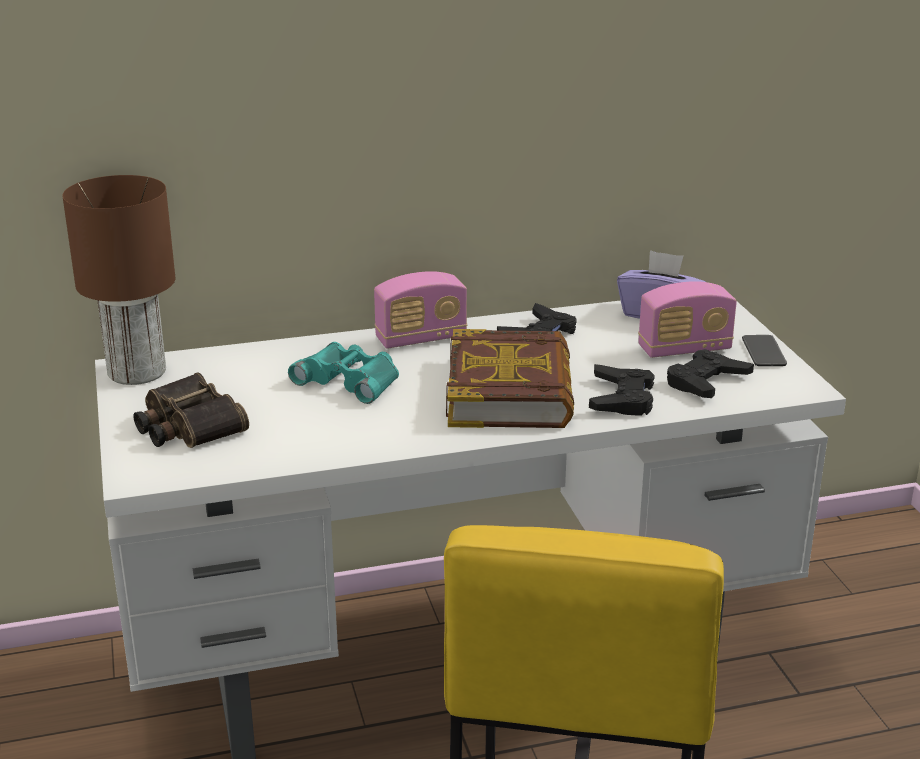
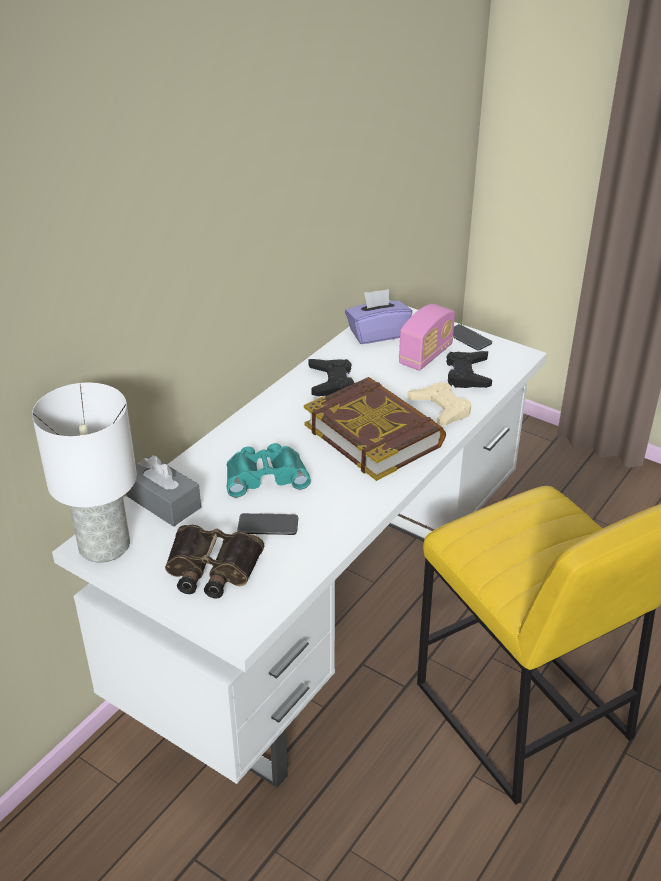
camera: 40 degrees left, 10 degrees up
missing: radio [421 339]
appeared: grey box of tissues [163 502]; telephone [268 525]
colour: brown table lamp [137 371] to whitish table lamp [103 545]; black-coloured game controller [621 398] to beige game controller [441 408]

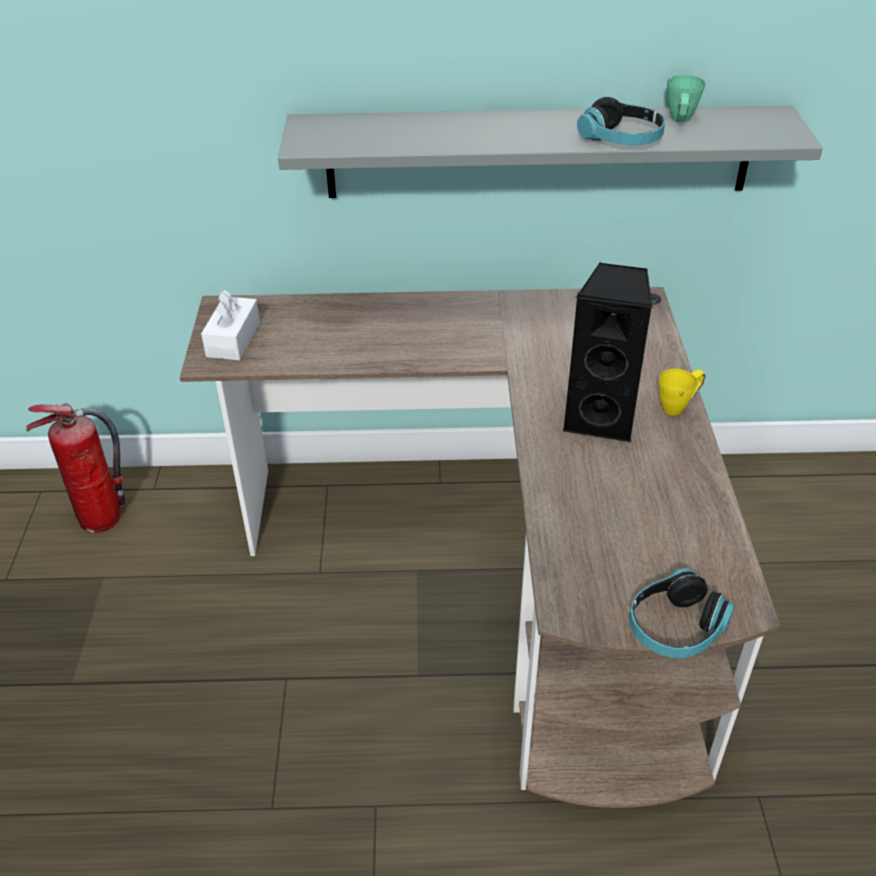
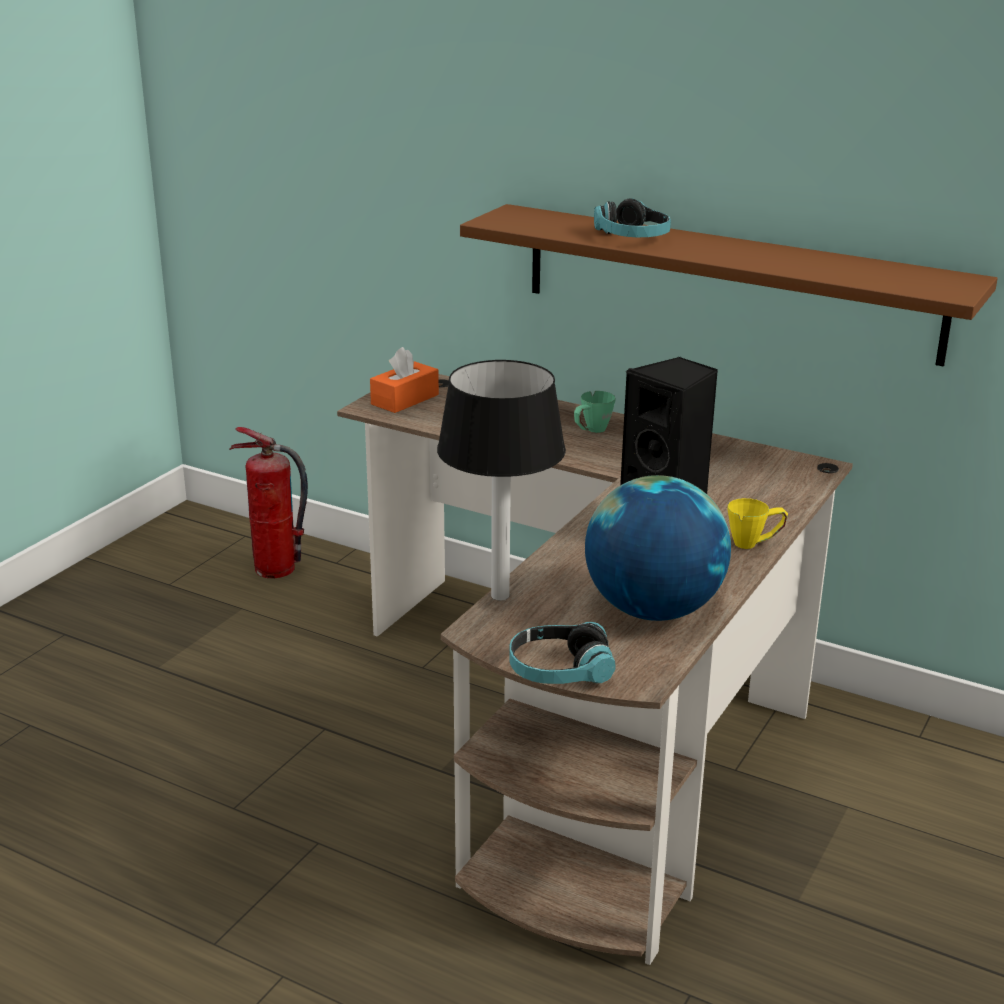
camera: 30 degrees right, 15 degrees down
appeared: table lamp [498 596]; globe [652 610]
relocated: headset [621 139] to [632 237]; green-coloured tea mug [680 122] to [591 432]
colour: whitish box of tissues [233 339] to orangey box of tissues [405 399]; grey wall shelf [538 152] to brown wall shelf [728 282]

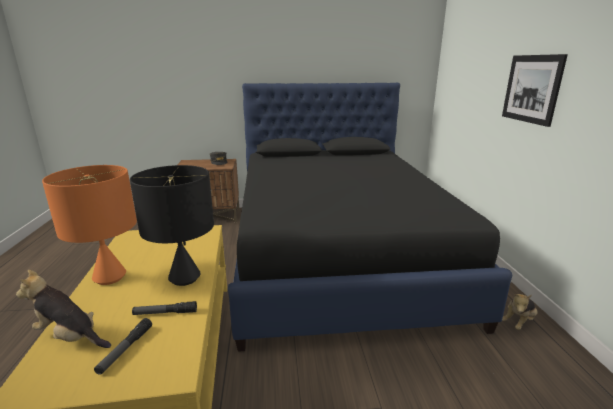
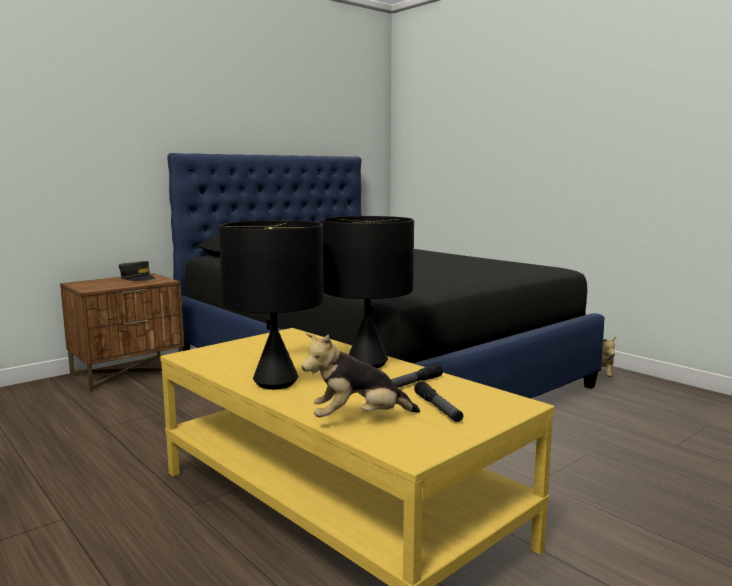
camera: 35 degrees left, 10 degrees down
missing: picture [531 89]
colour: orangey table lamp [110 278] to black-coloured table lamp [276 383]

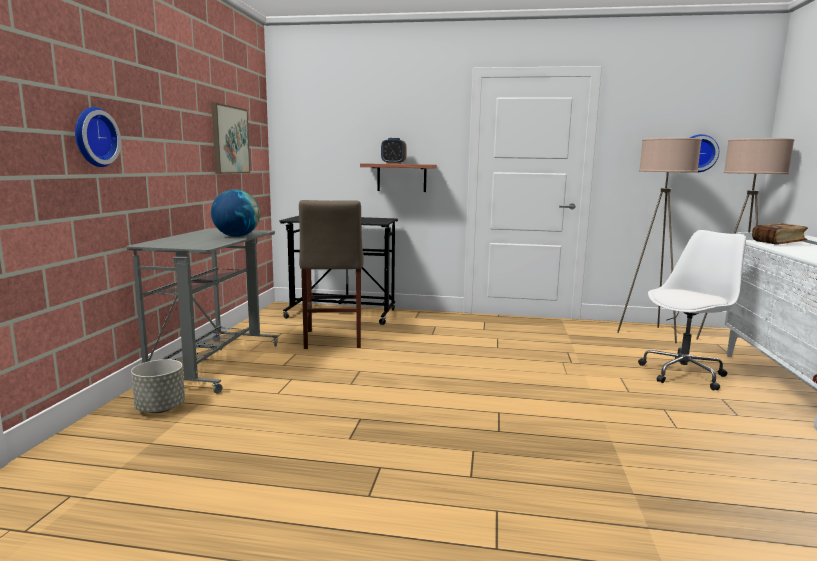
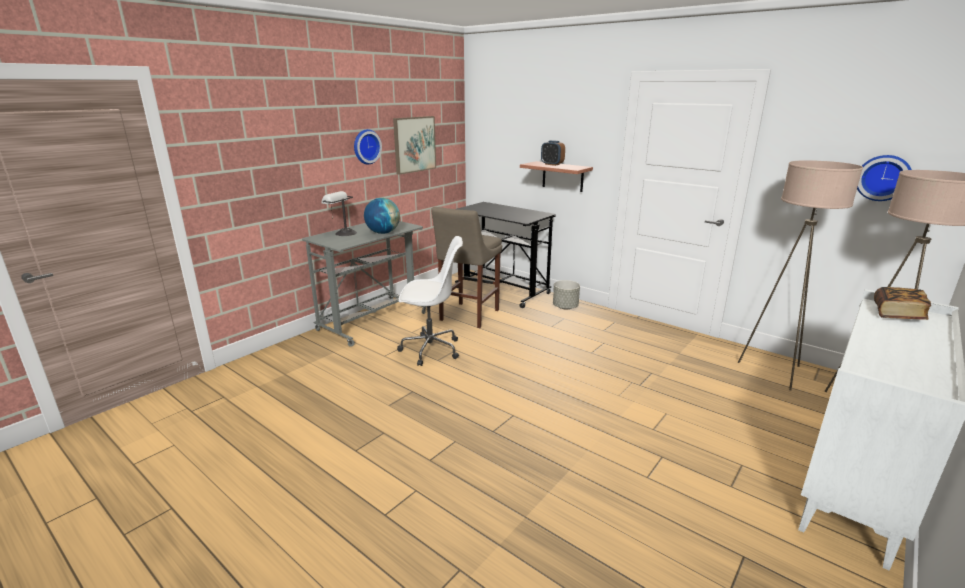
camera: 30 degrees right, 10 degrees up
appeared: table lamp [342 232]
relocated: wall clock [93 137] to [366 146]; grey flower pot [160 408] to [565 307]; whitish office chair [683 374] to [432 350]

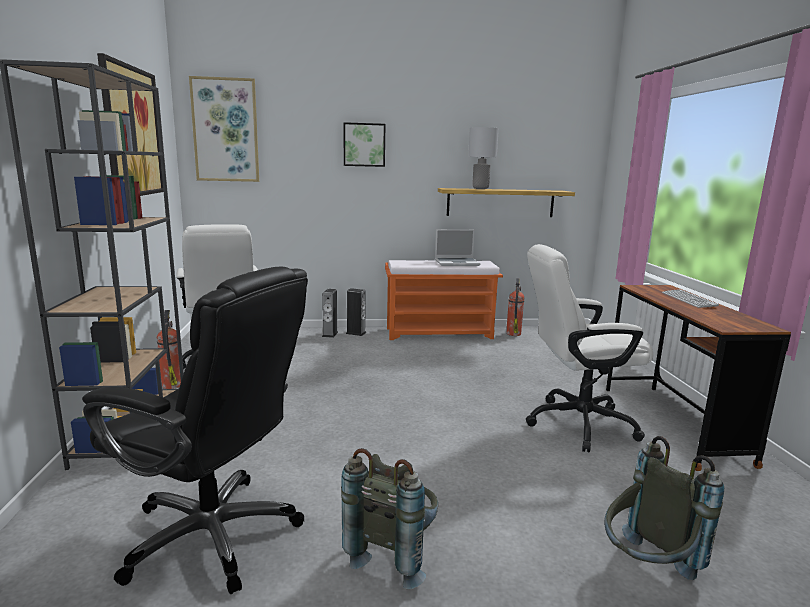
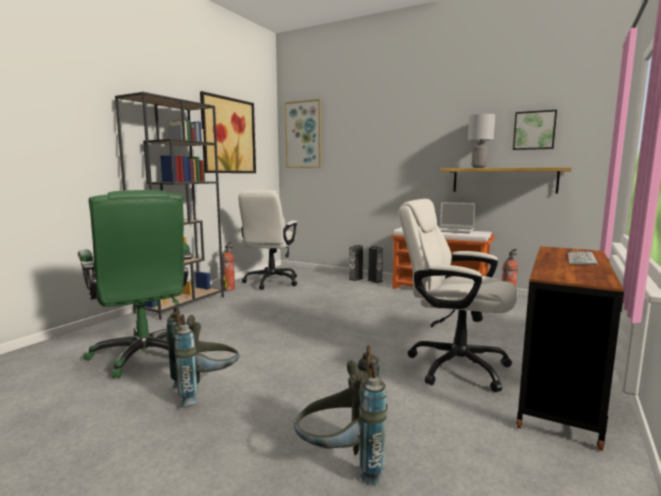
camera: 35 degrees right, 5 degrees down
relocated: picture [364 145] to [534 130]
colour: black-coloured office chair [213 533] to green-coloured office chair [144 353]

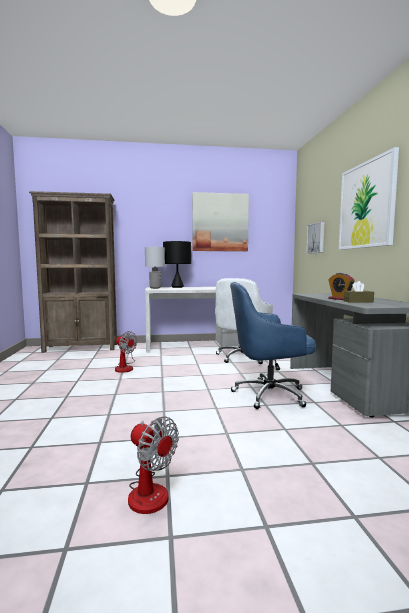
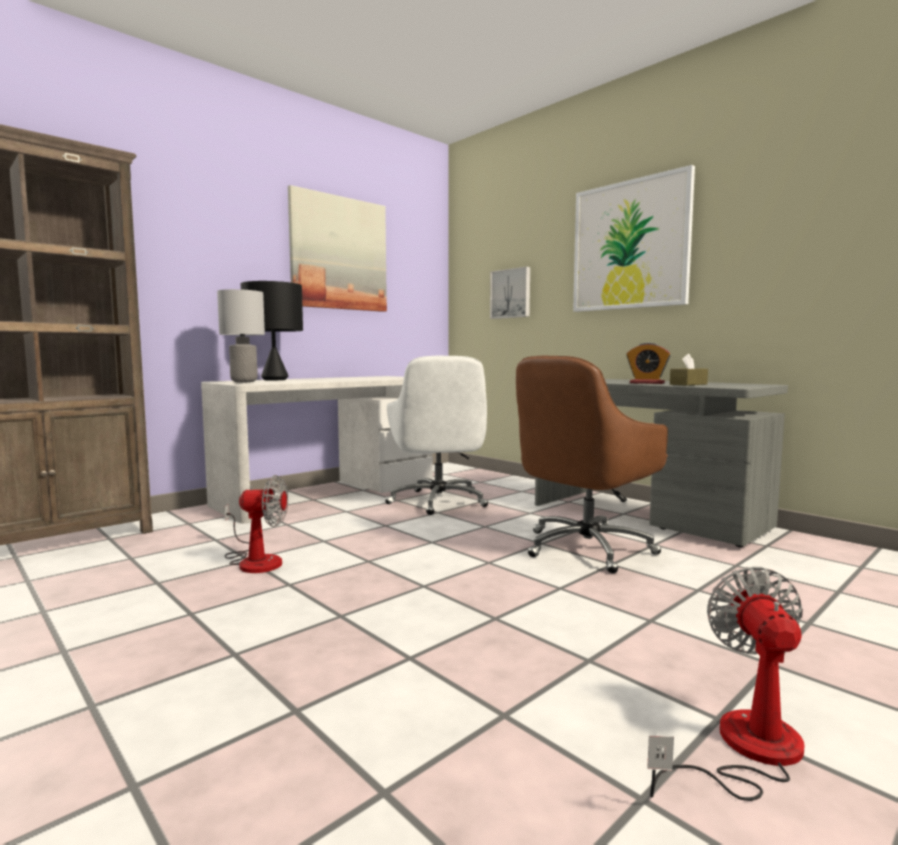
camera: 35 degrees left, 0 degrees up
colour: blue office chair [269 394] to brown office chair [585 548]
spun: fan [151 489] = [744 750] 90 degrees counterclockwise

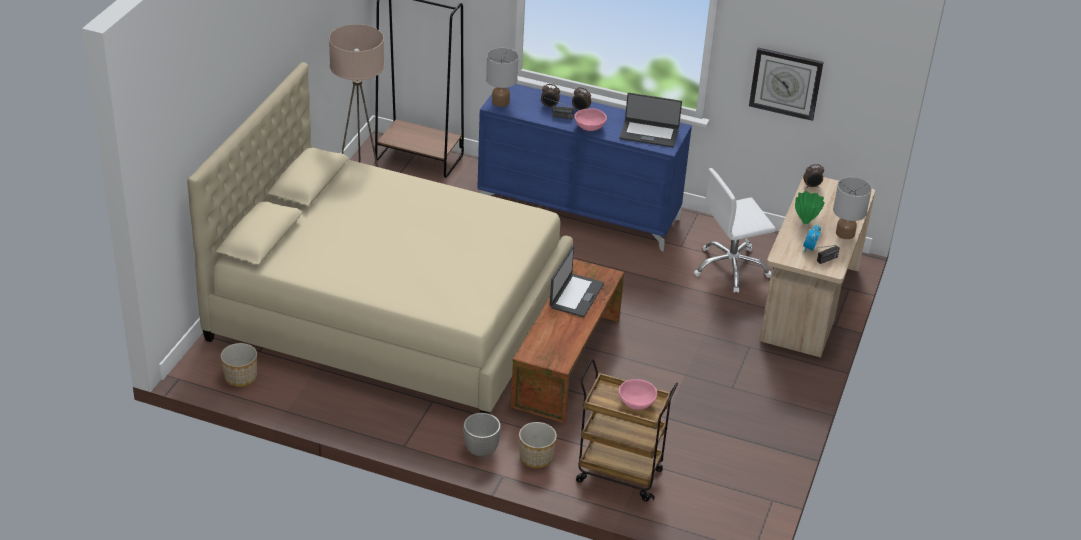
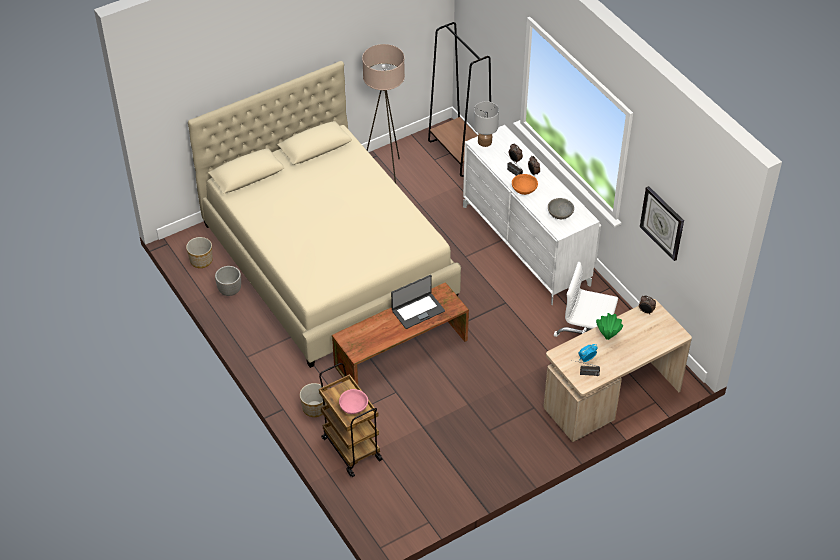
camera: 40 degrees right, 10 degrees up
missing: grey table lamp [845 234]
relocated: flower pot [481 450] to [229 291]
exchanged: notebook computer [649 134] to grey serving bowl [560 214]
colour: blue dresser [578 211] to whitish dresser [525 245]; pink serving bowl [589 127] to orangey serving bowl [524 189]

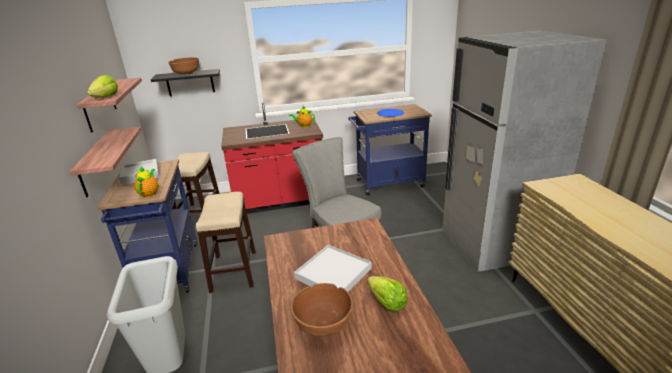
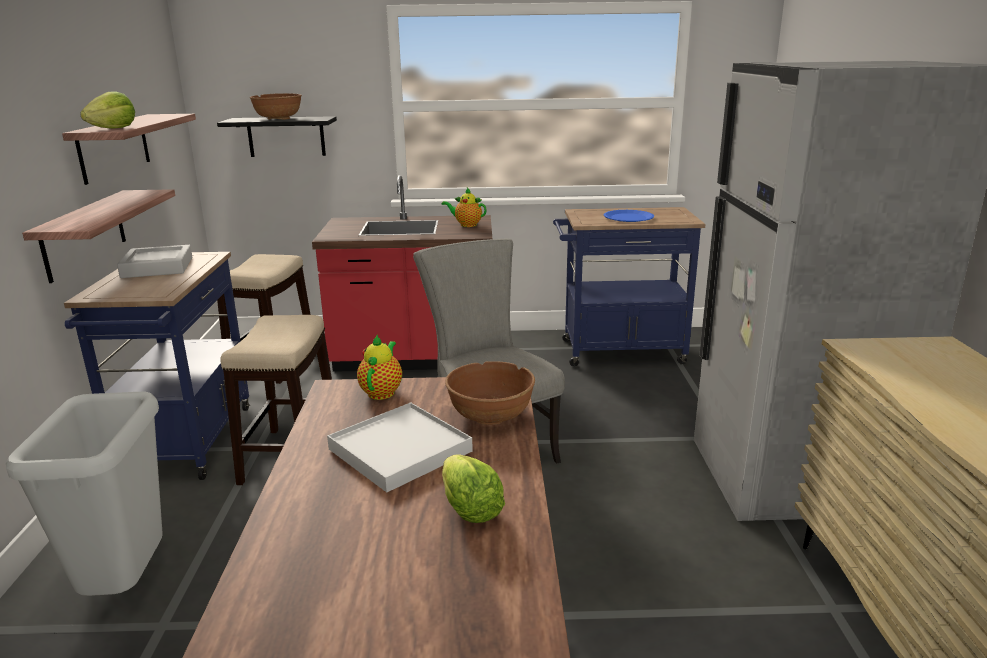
camera: 10 degrees right, 5 degrees down
relocated: tea pot [149 193] to [382 392]; brown serving bowl [323 324] to [490 415]

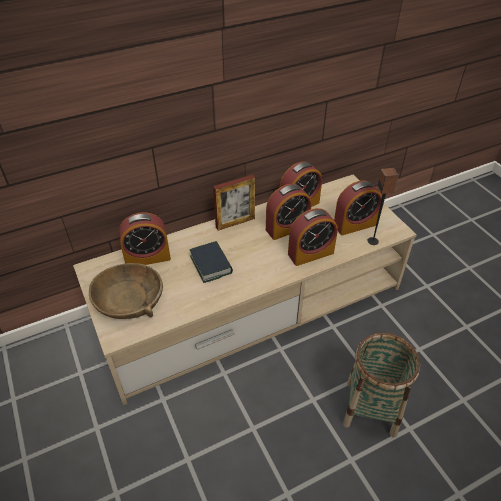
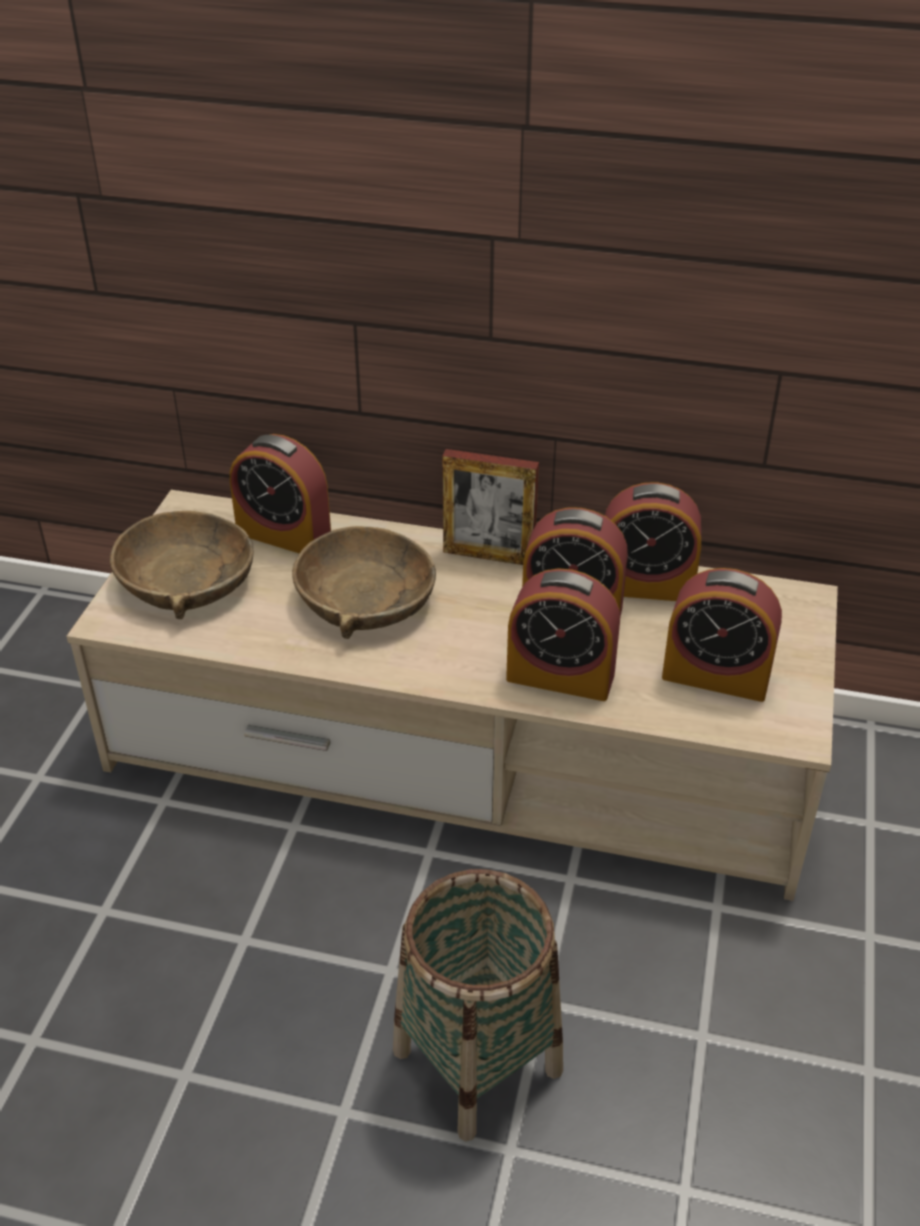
camera: 40 degrees right, 5 degrees down
missing: speaker [373 241]
exchanged: volume [211 264] to brown serving bowl [366 598]

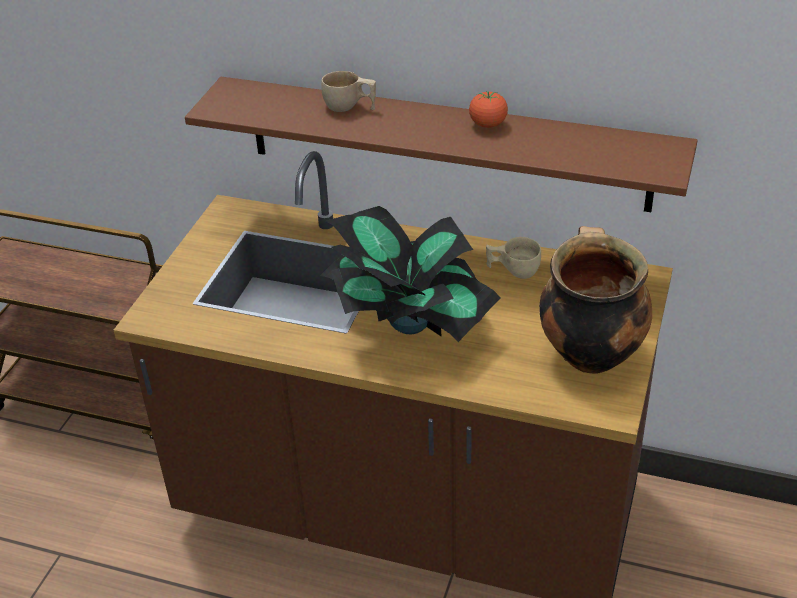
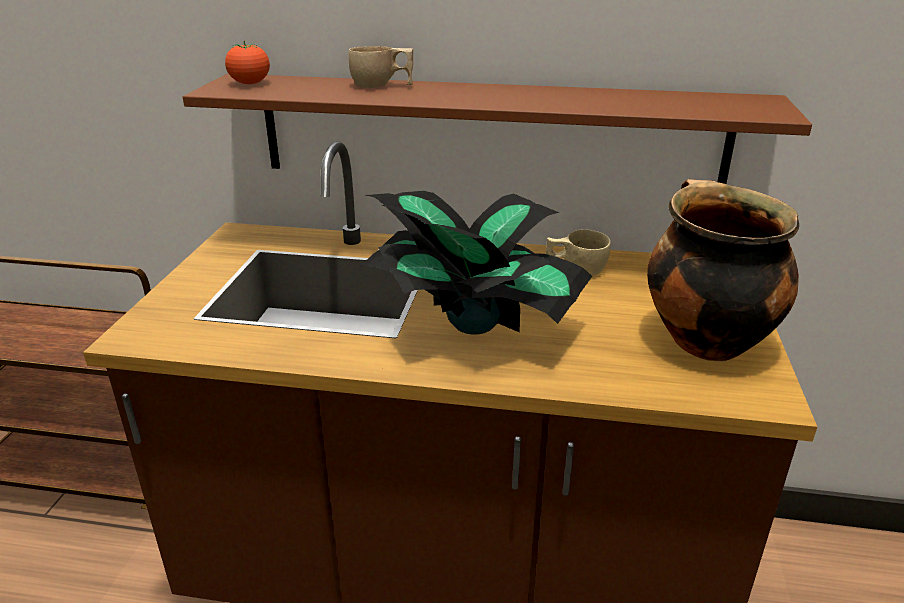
camera: 10 degrees left, 10 degrees down
relocated: tomato [488 125] to [250 84]

